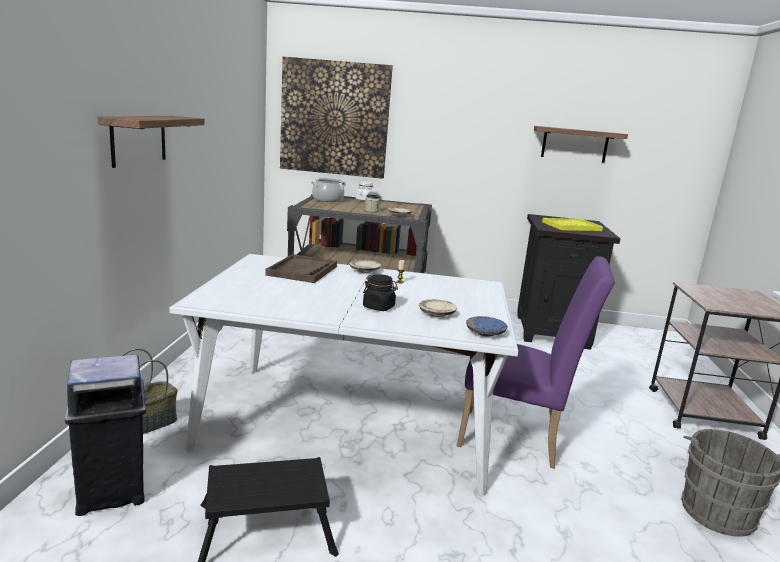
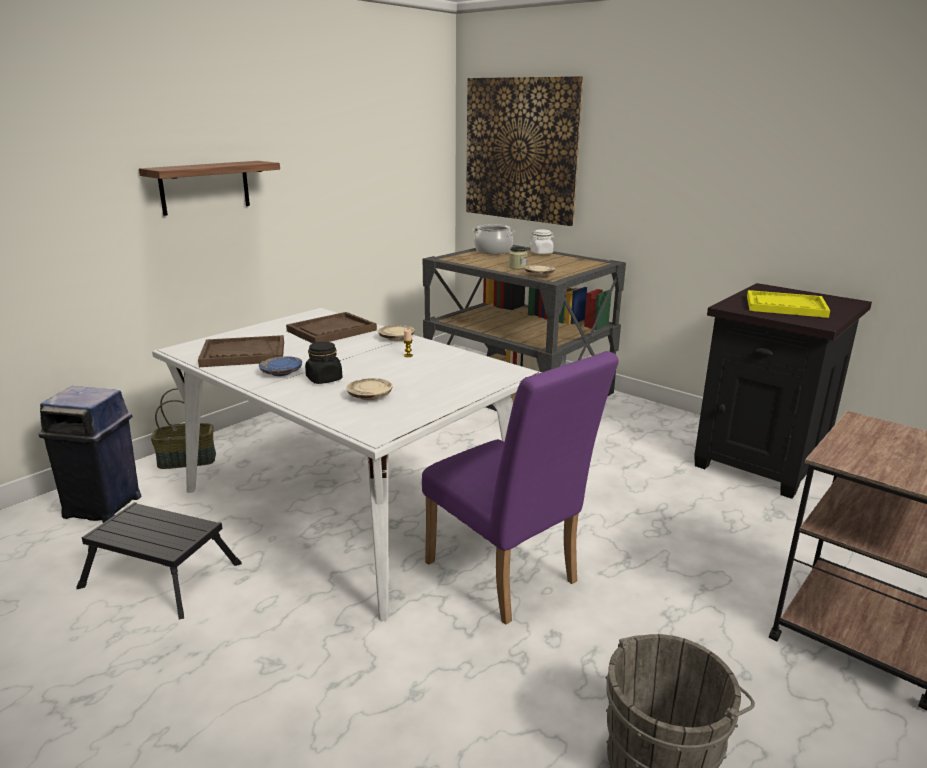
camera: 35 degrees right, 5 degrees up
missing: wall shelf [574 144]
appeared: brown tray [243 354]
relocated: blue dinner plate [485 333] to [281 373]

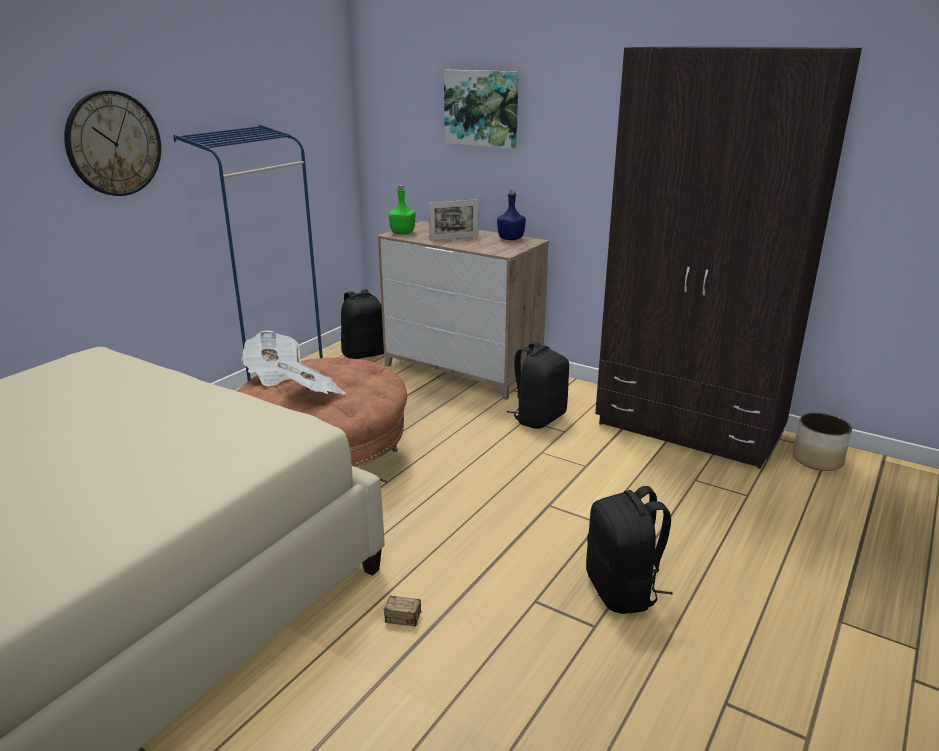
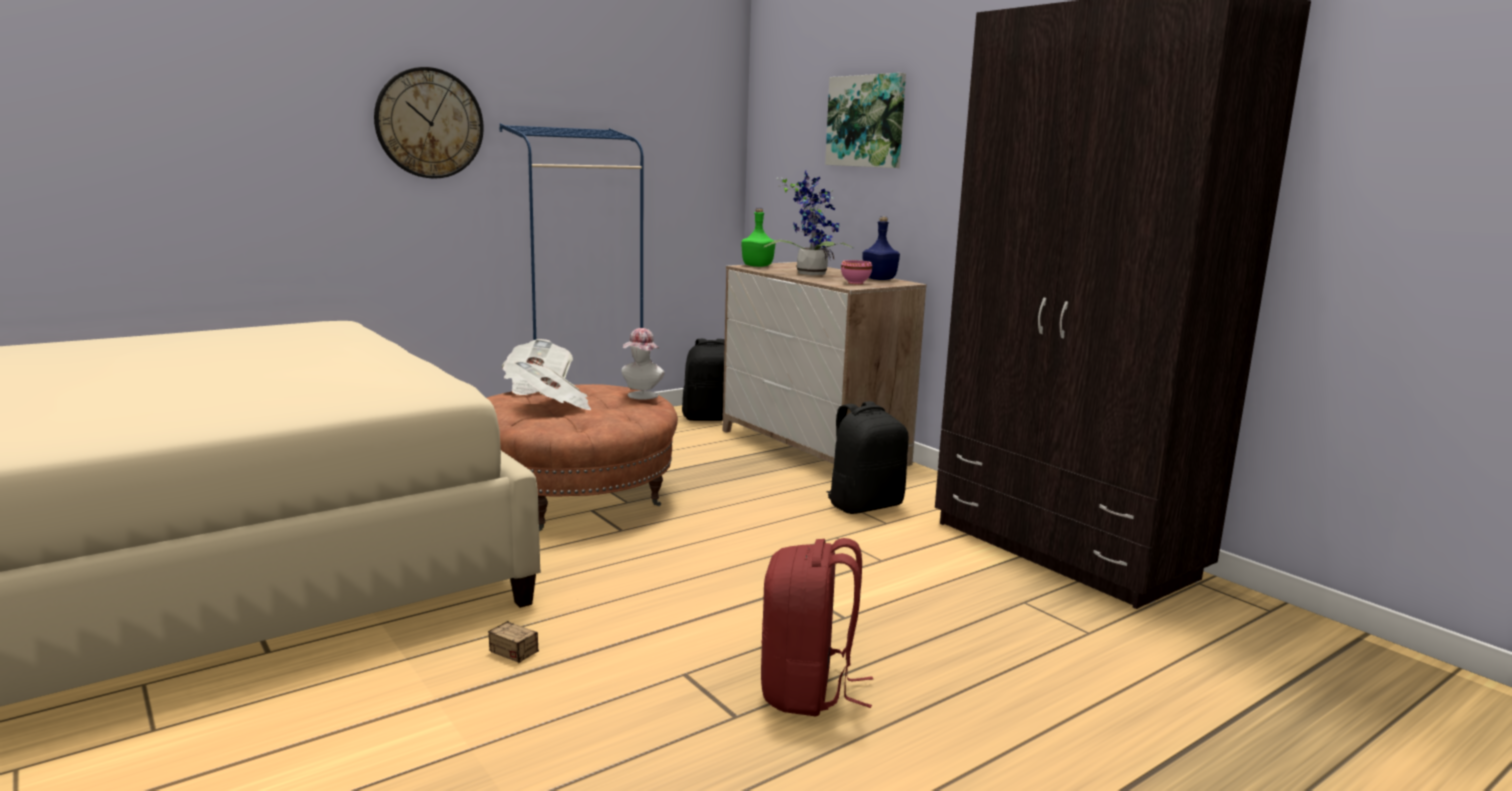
camera: 20 degrees right, 10 degrees down
missing: flower pot [818 460]
appeared: clothing hat [641 396]; pink serving bowl [854 283]
exchanged: standing frame [454 238] to plant in a pot [810 273]
colour: black-coloured rucksack [623 591] to reddish rucksack [808 691]

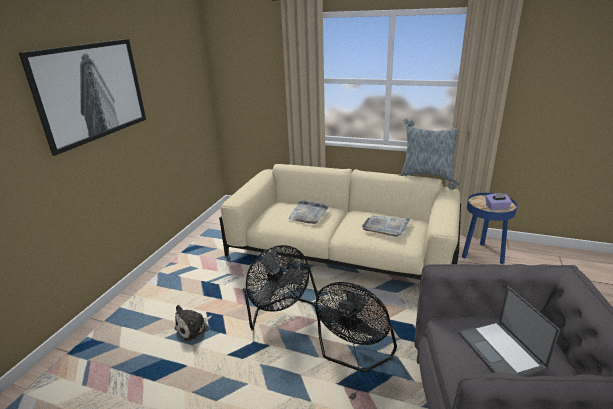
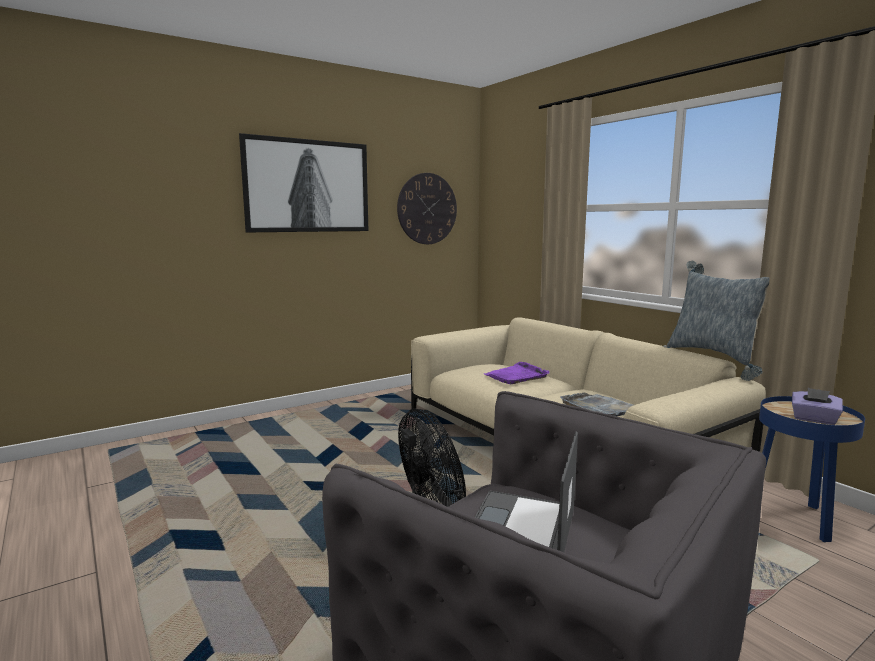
camera: 35 degrees right, 15 degrees down
missing: soft toy [194 328]; black-coloured fan [275 310]
appeared: wall clock [427 209]
colour: grey tray [309 213] to purplish tray [516 376]

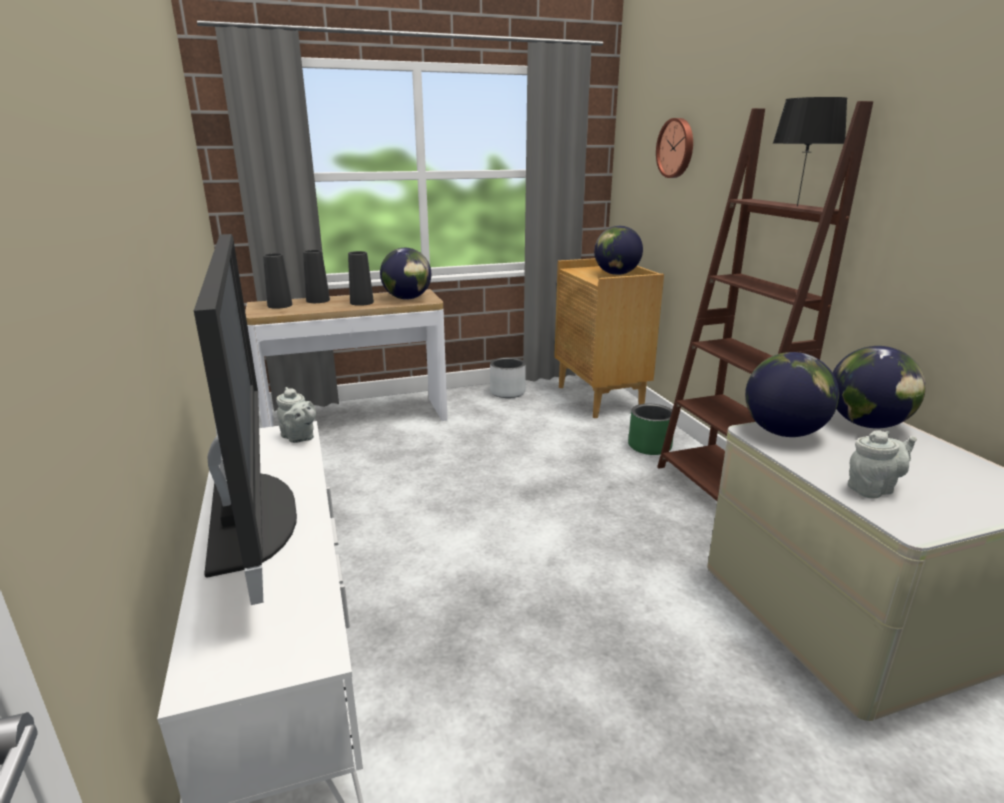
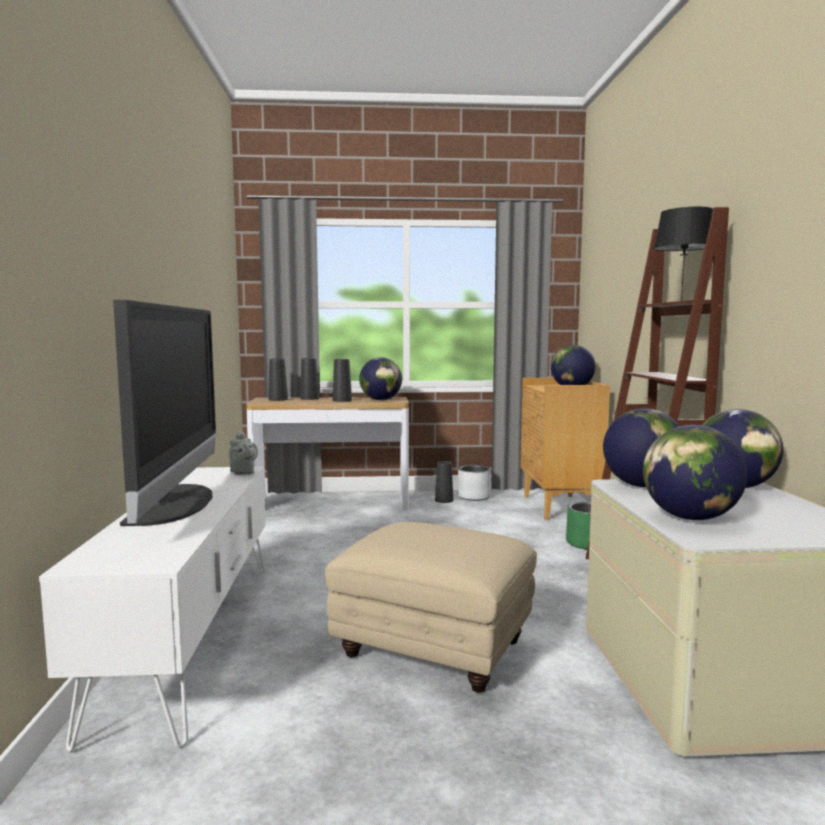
camera: 15 degrees right, 15 degrees down
missing: wall clock [676 148]
appeared: beige pouffe [435 650]; black-coloured decorative vase [444 500]
exchanged: grey tea pot [873 489] to globe [689 517]

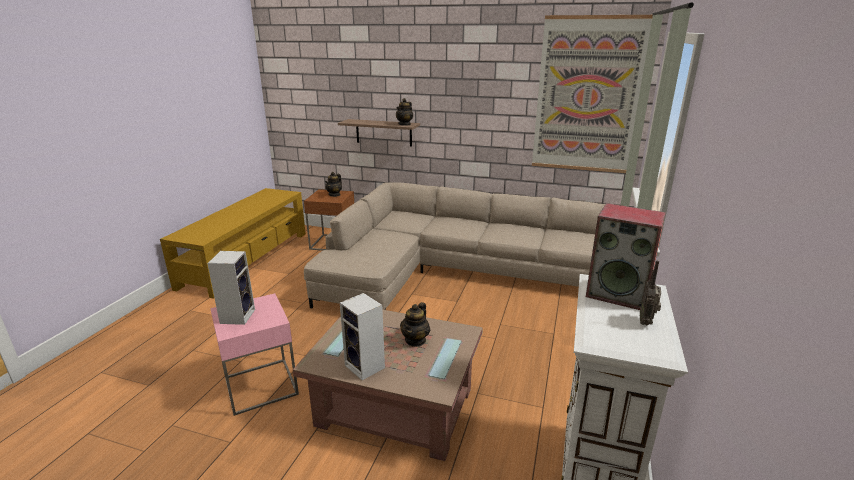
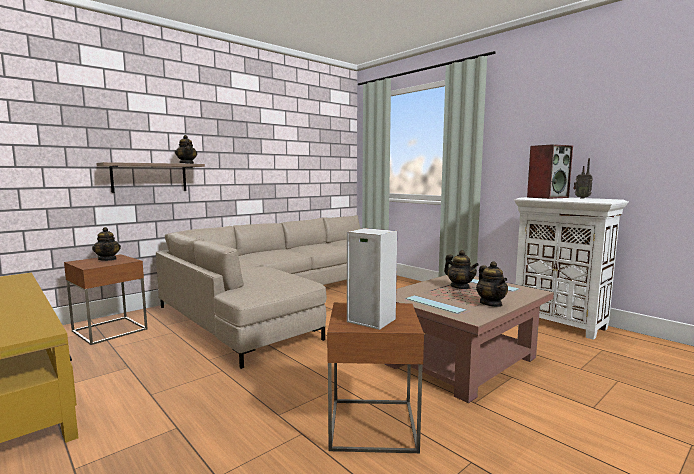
camera: 60 degrees left, 15 degrees down
missing: picture [587 96]
exchanged: speaker [366 367] to tea pot [491 303]
colour: pink end table [261 385] to brown end table [372 424]

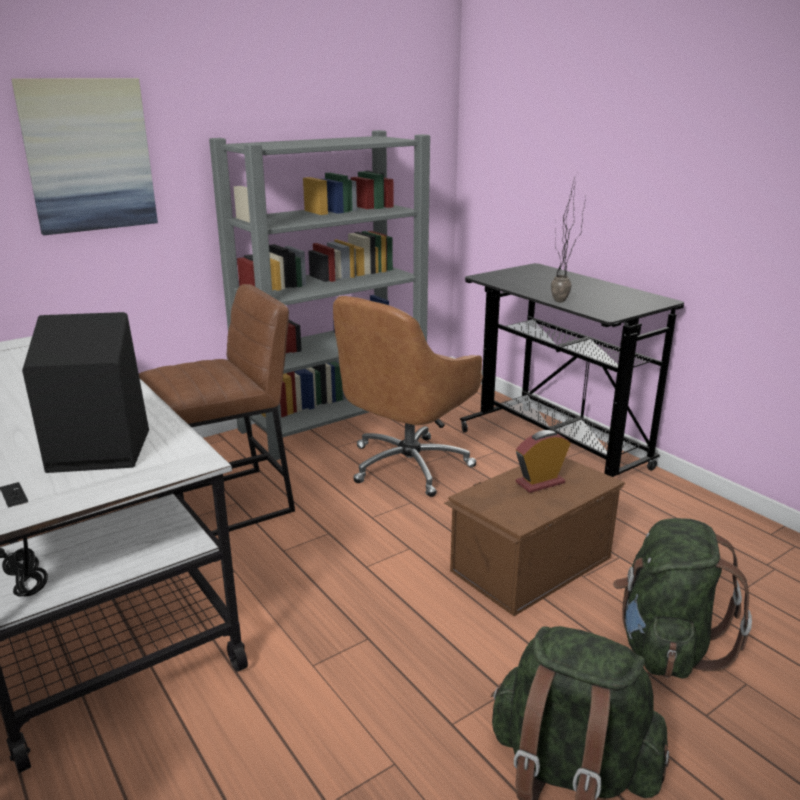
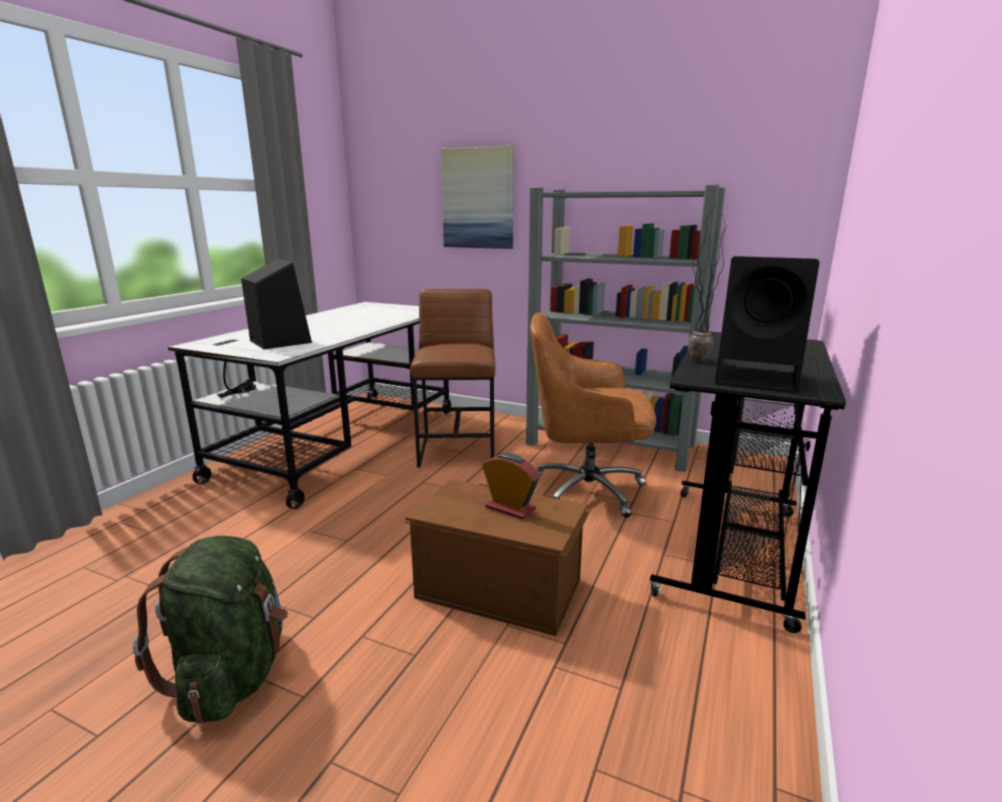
camera: 60 degrees right, 5 degrees down
missing: green-coloured rucksack [665 646]
appeared: black-coloured speaker [759 379]
spun: brown upright chair [227 503] = [457 449] 120 degrees counterclockwise

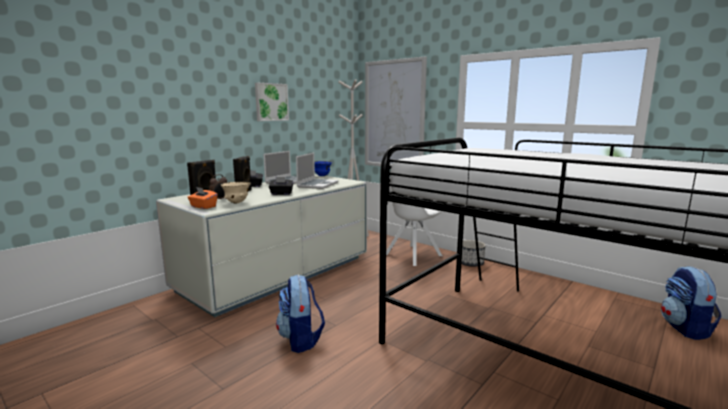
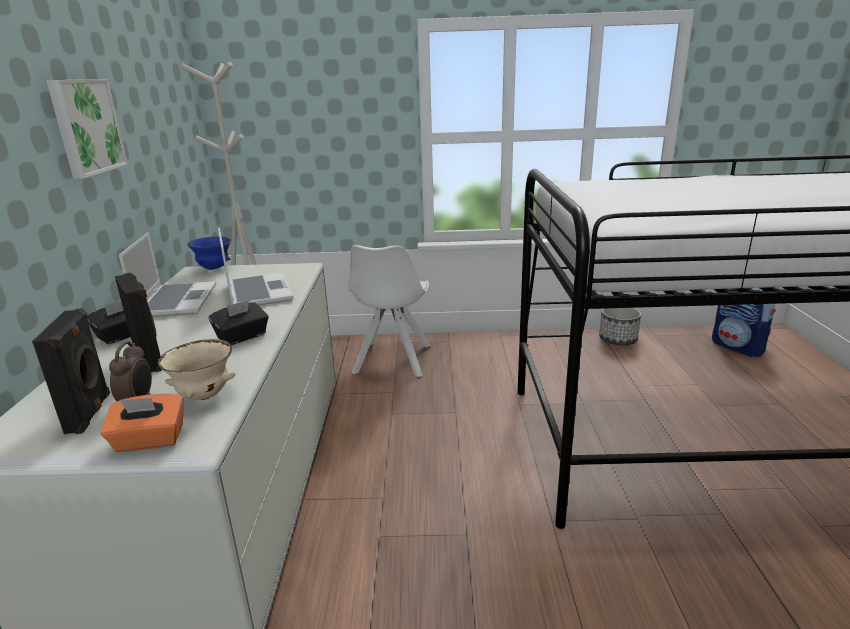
camera: 40 degrees left, 10 degrees up
missing: rucksack [301 340]; picture [394 115]
relocated: flower pot [471 263] to [618 339]

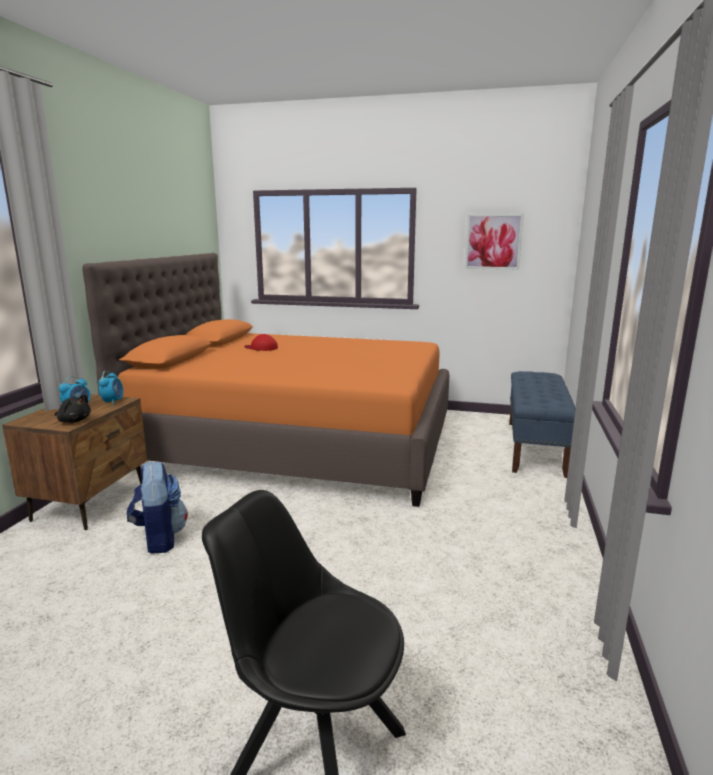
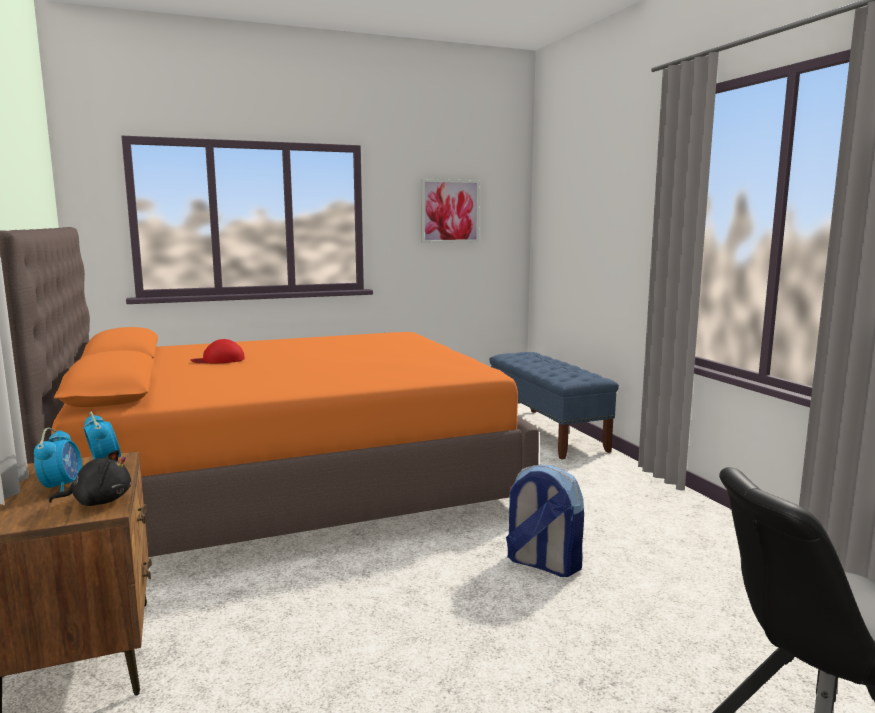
camera: 35 degrees left, 5 degrees down
relocated: rucksack [159 538] to [542 564]

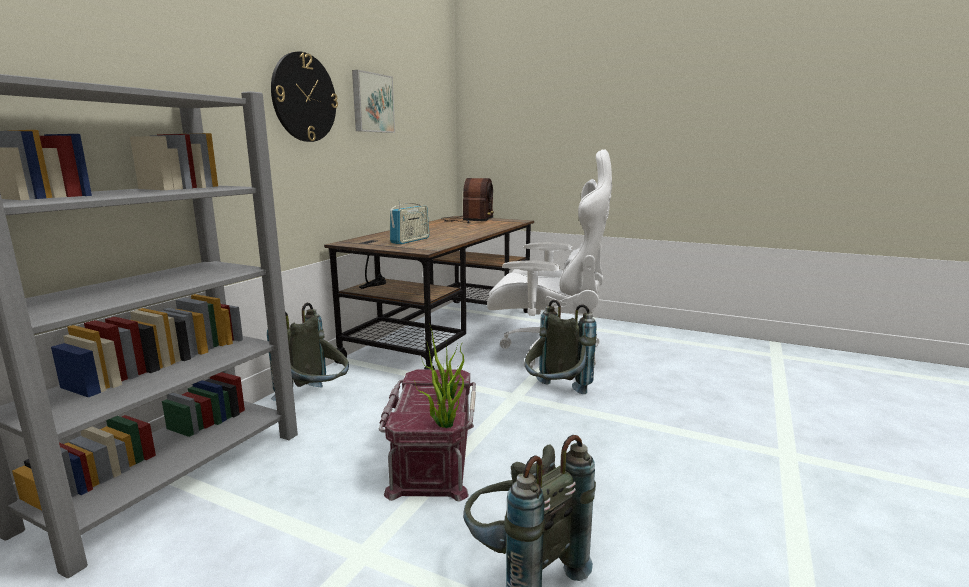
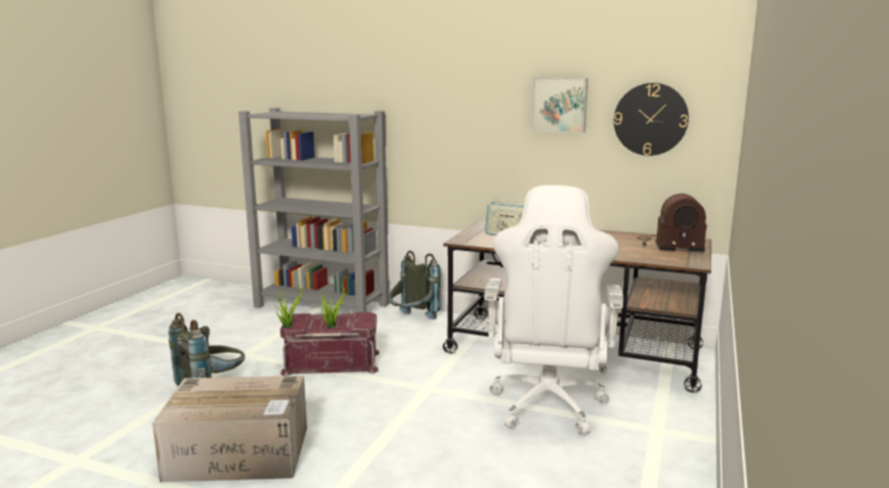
camera: 85 degrees right, 0 degrees up
missing: grey rucksack [555 395]
appeared: packing box [240 453]
relocated: wall clock [304 97] to [650 119]

